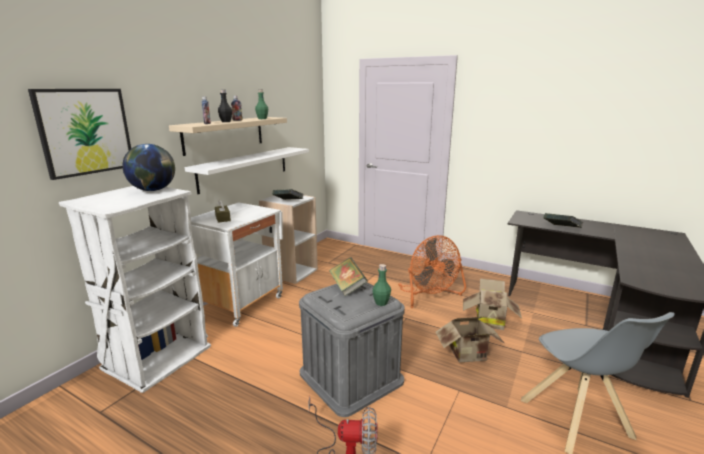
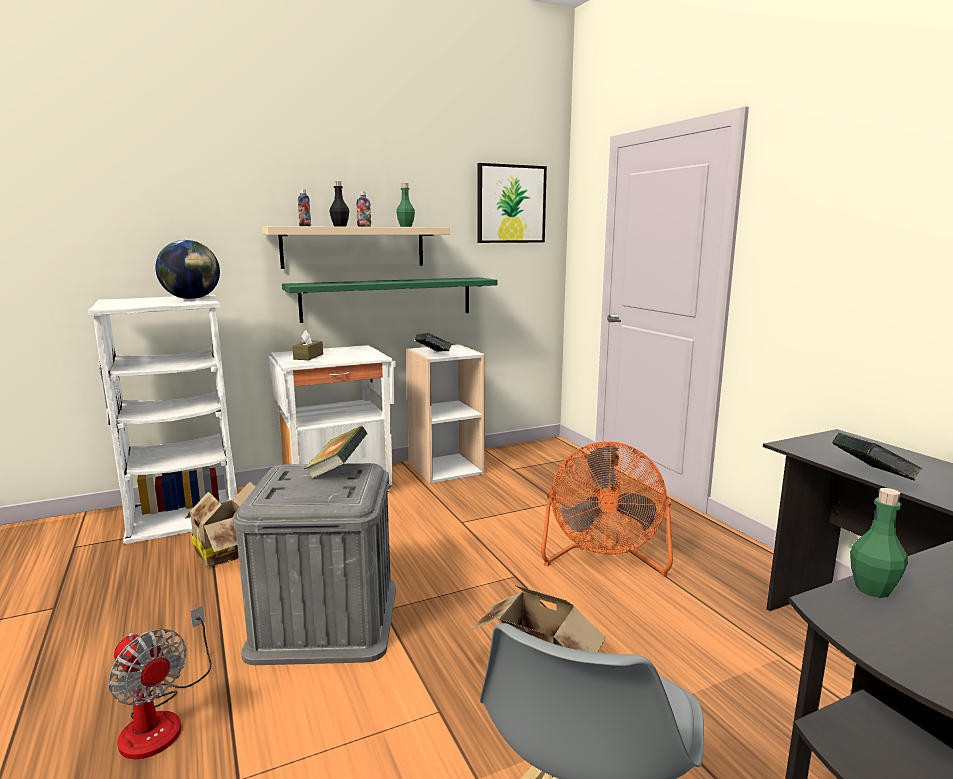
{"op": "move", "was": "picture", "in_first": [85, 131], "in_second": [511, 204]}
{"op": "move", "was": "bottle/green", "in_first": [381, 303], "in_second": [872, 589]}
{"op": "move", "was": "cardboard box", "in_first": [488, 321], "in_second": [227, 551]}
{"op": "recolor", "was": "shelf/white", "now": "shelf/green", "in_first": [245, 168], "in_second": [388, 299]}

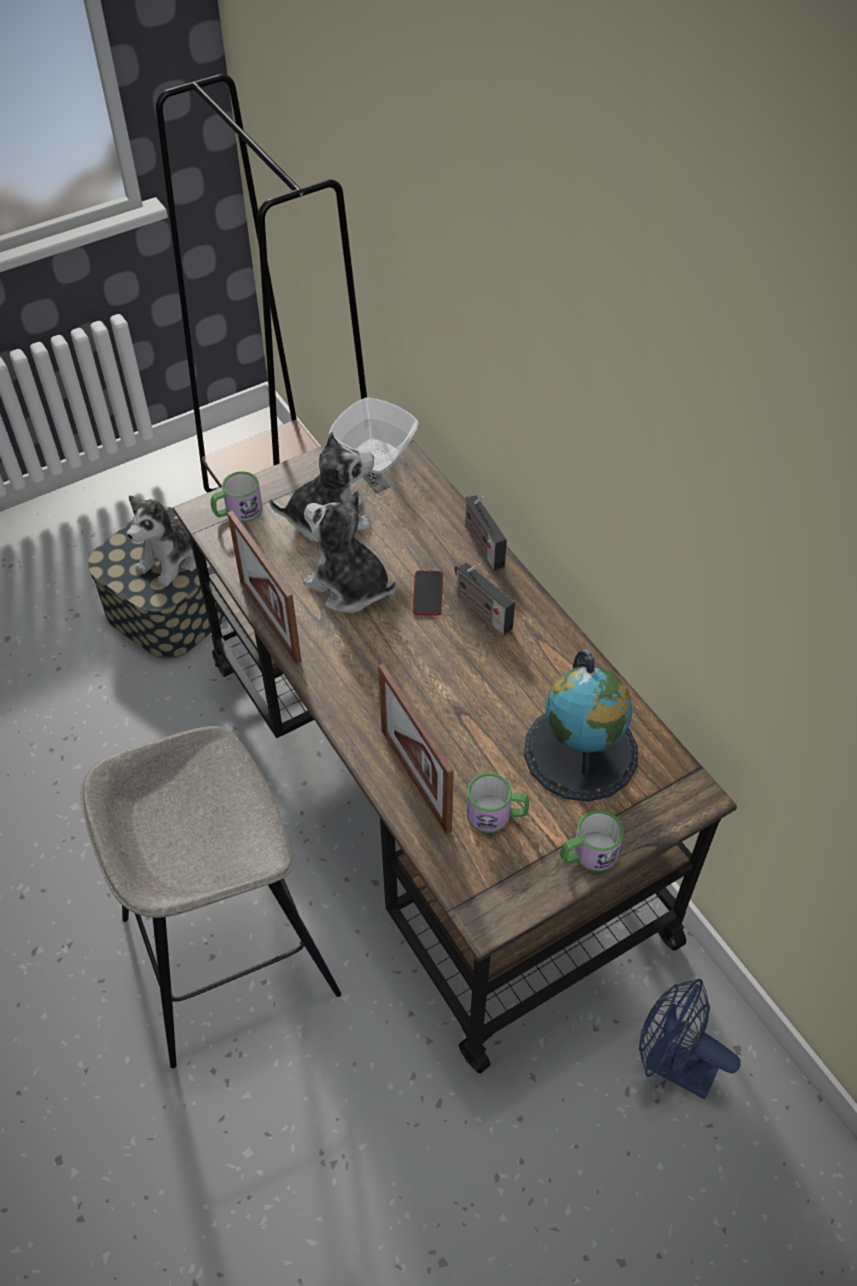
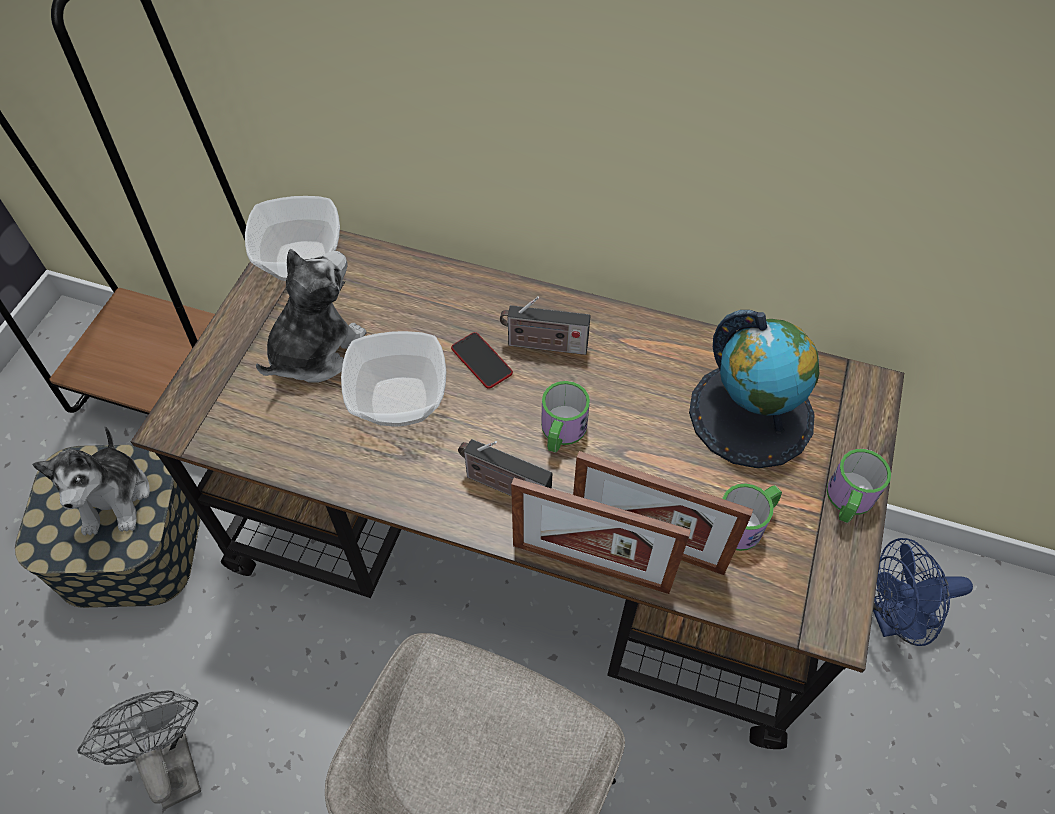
{"op": "insert", "now": "fan/grey", "in_second": [171, 761]}
{"op": "move", "was": "mug", "in_first": [238, 512], "in_second": [561, 432]}
{"op": "move", "was": "picture frame", "in_first": [270, 621], "in_second": [590, 566]}
{"op": "move", "was": "radio", "in_first": [482, 544], "in_second": [503, 486]}
{"op": "replace", "was": "plush toy", "now": "bowl", "in_first": [349, 586], "in_second": [401, 403]}

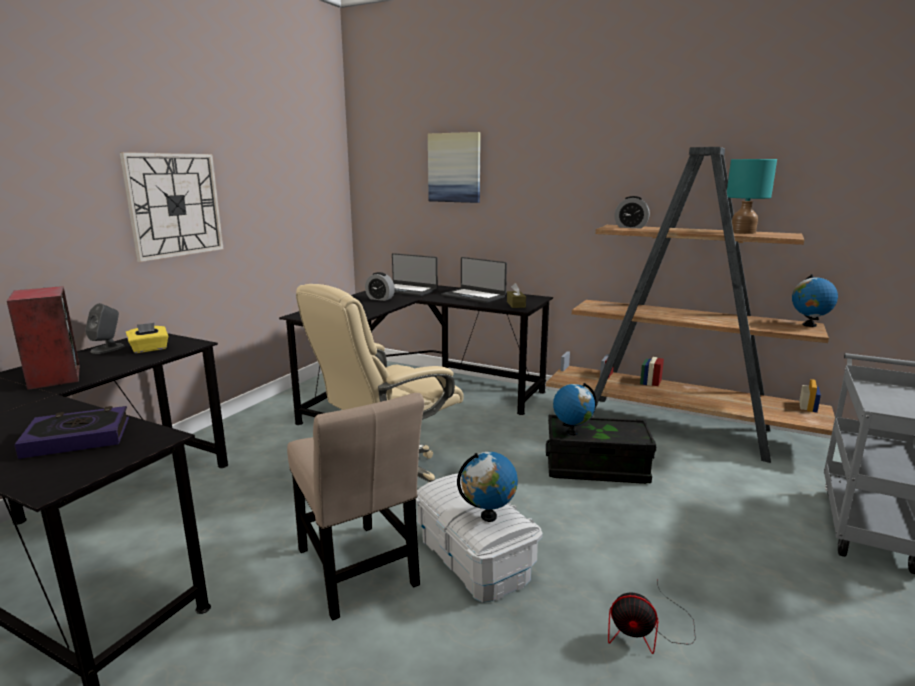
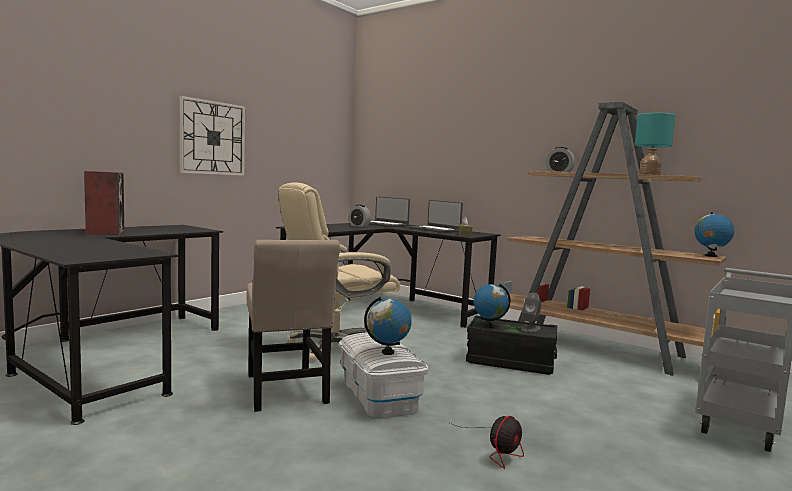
{"op": "delete", "was": "book", "in_first": [77, 438]}
{"op": "delete", "was": "tissue box/yellow", "in_first": [149, 349]}
{"op": "delete", "was": "picture", "in_first": [454, 168]}
{"op": "move", "was": "speaker/grey", "in_first": [108, 348], "in_second": [531, 329]}
{"op": "rotate", "was": "fan", "in_first": [647, 631], "in_second": [499, 449], "clockwise": -75}

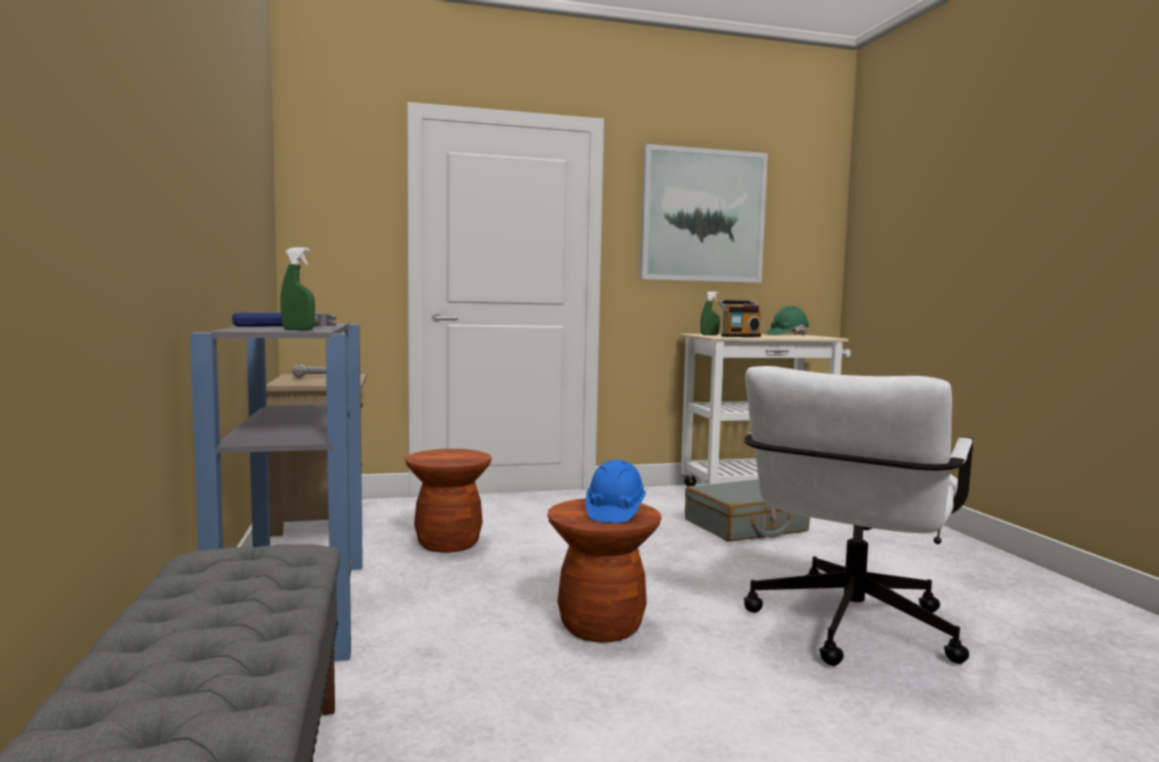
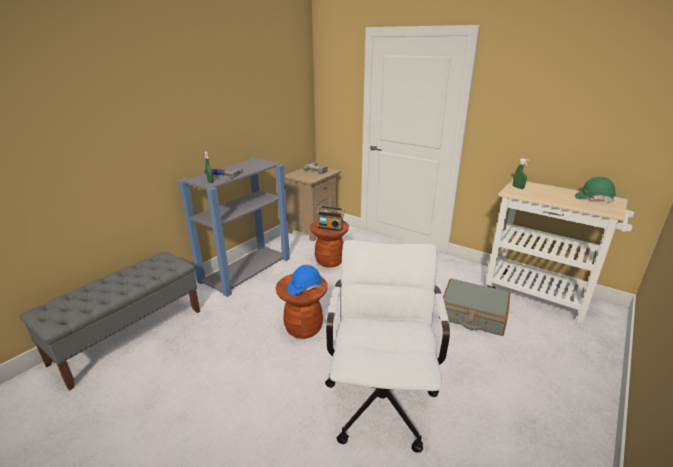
{"op": "delete", "was": "picture", "in_first": [703, 216]}
{"op": "move", "was": "radio", "in_first": [739, 336], "in_second": [330, 227]}
{"op": "rotate", "was": "office chair/white", "in_first": [847, 631], "in_second": [381, 395], "clockwise": 105}

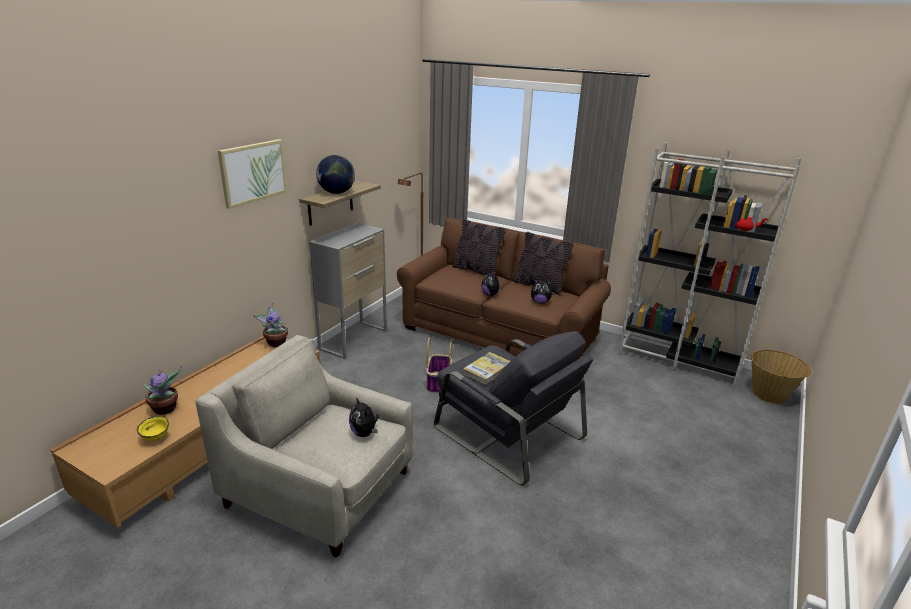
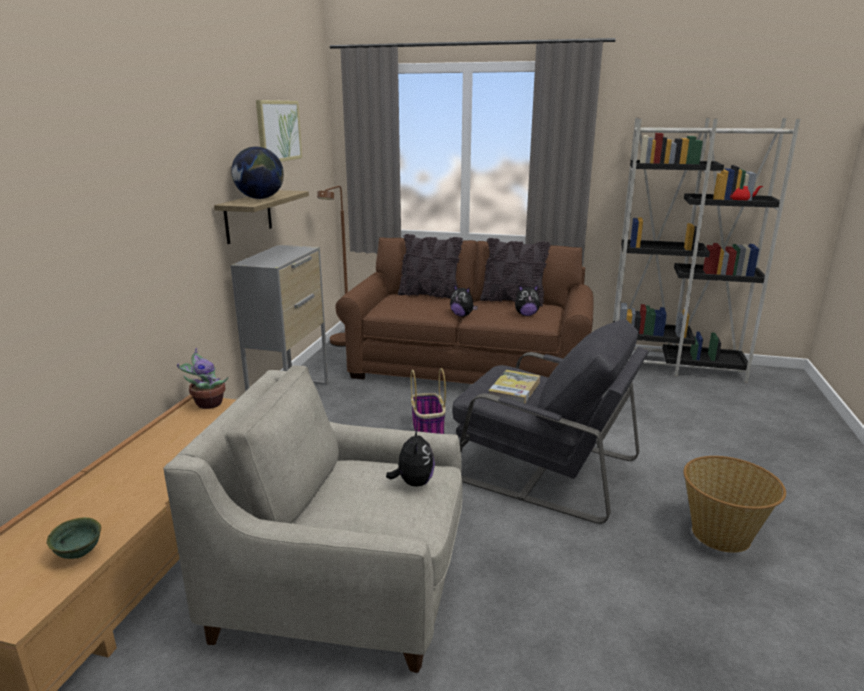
{"op": "delete", "was": "potted plant", "in_first": [165, 409]}
{"op": "move", "was": "picture", "in_first": [253, 172], "in_second": [278, 131]}
{"op": "move", "was": "basket", "in_first": [770, 394], "in_second": [722, 534]}
{"op": "recolor", "was": "bowl/yellow", "now": "bowl/green", "in_first": [156, 438], "in_second": [80, 553]}
{"op": "rotate", "was": "plush toy", "in_first": [364, 433], "in_second": [413, 483], "clockwise": -135}

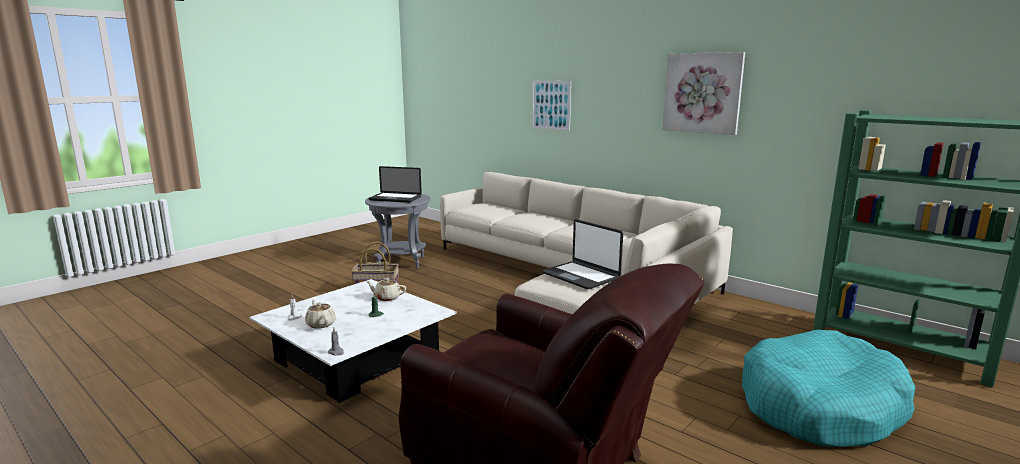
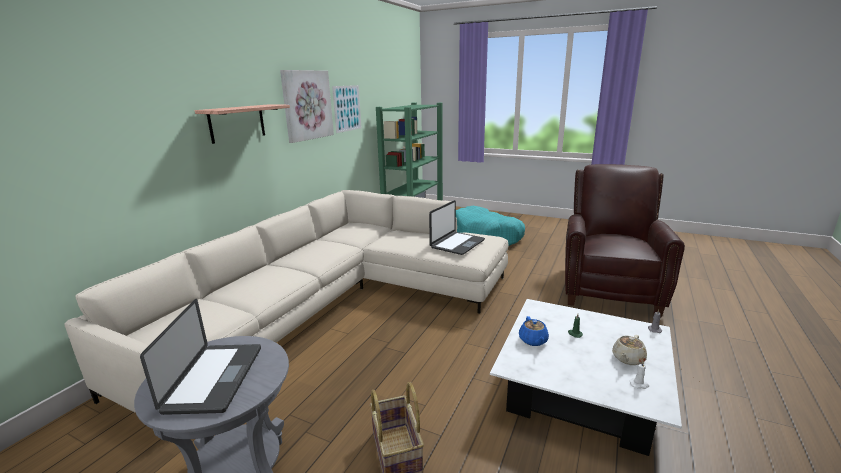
{"op": "insert", "now": "shelf", "in_second": [237, 123]}
{"op": "move", "was": "picture", "in_first": [551, 105], "in_second": [347, 108]}
{"op": "recolor", "was": "teapot/beige", "now": "teapot/blue", "in_first": [387, 298], "in_second": [533, 340]}

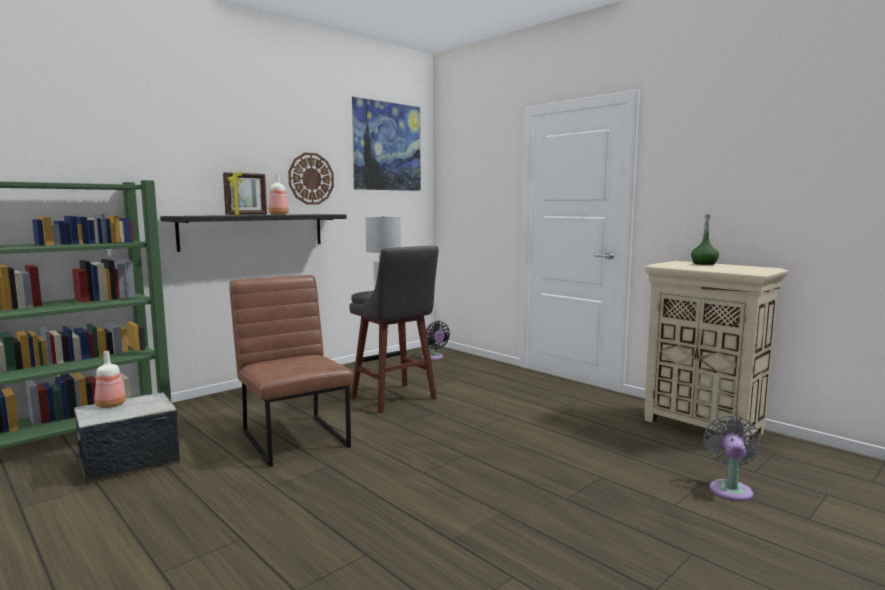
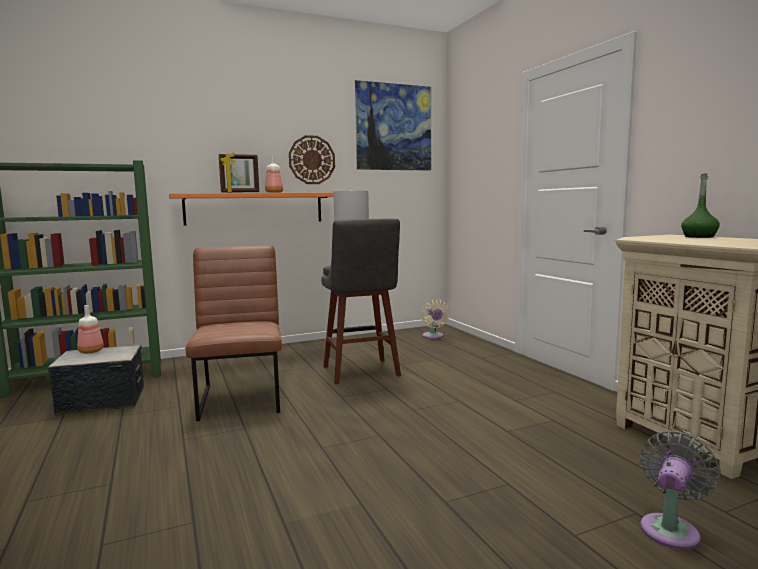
{"op": "recolor", "was": "shelf/black", "now": "shelf/orange", "in_first": [254, 231], "in_second": [255, 208]}
{"op": "recolor", "was": "fan/black", "now": "fan/beige", "in_first": [433, 358], "in_second": [433, 336]}

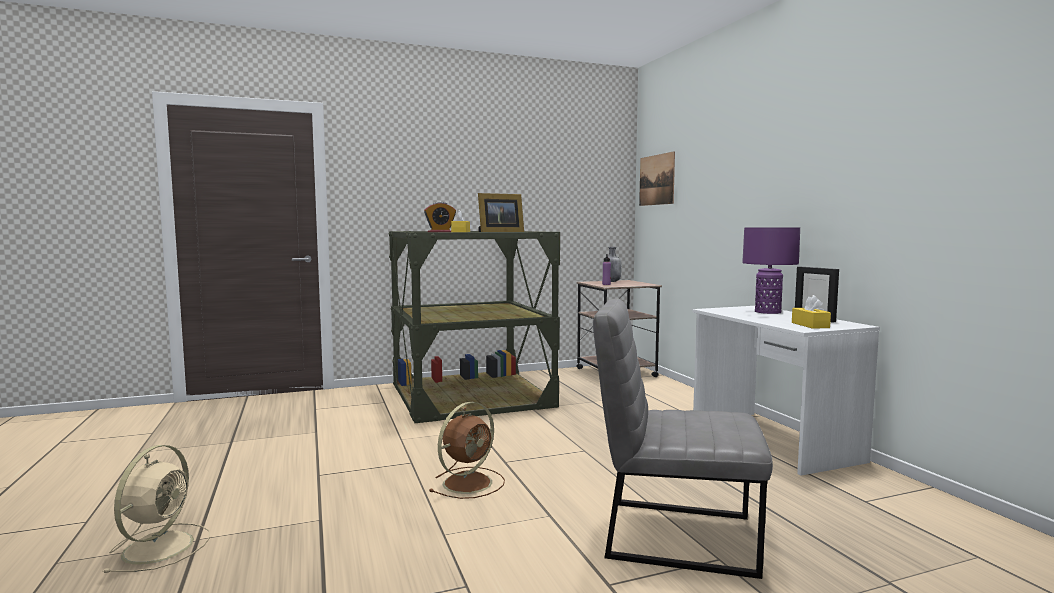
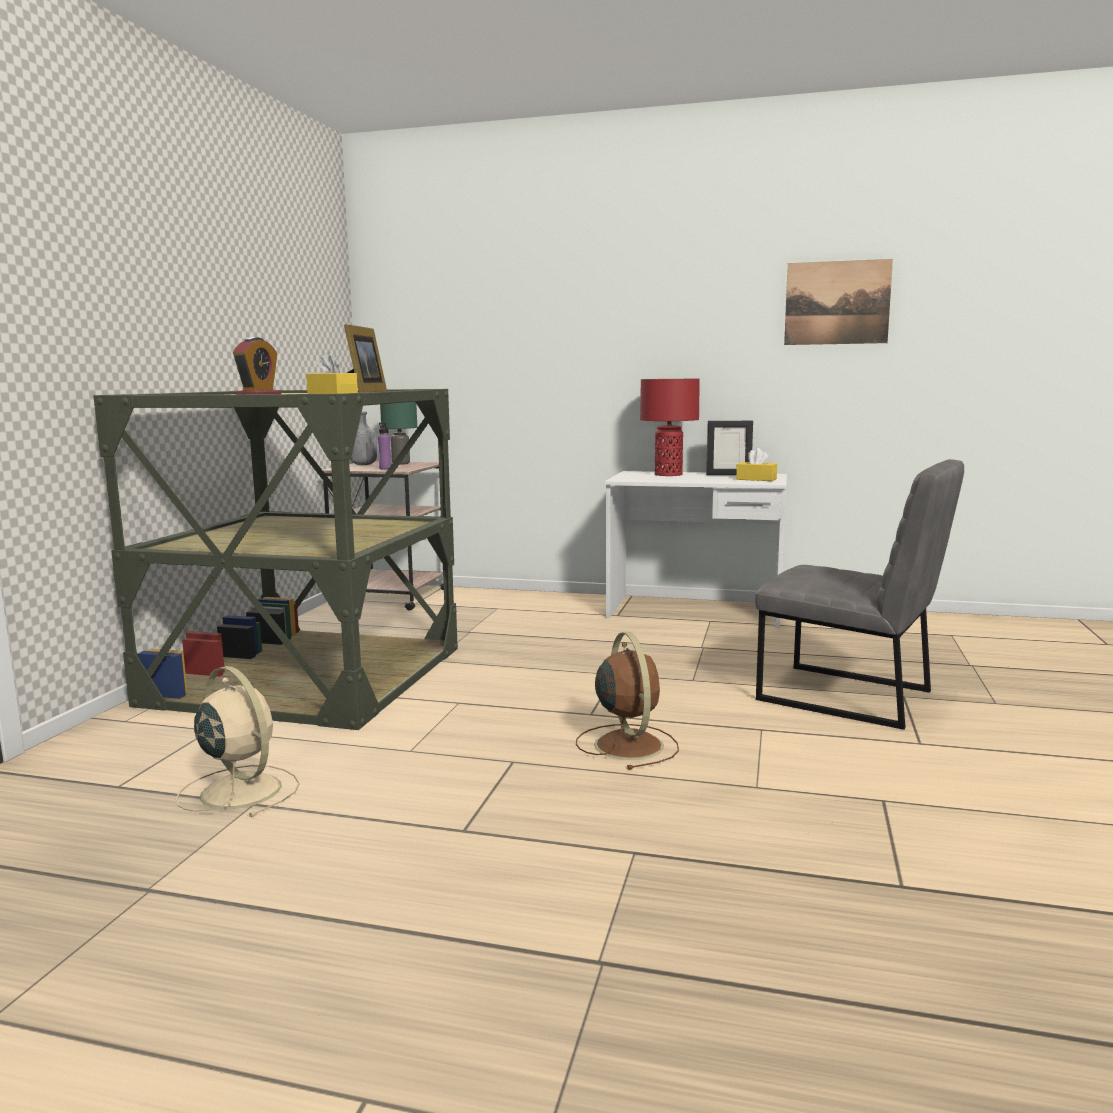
{"op": "insert", "now": "table lamp/green", "in_second": [401, 463]}
{"op": "move", "was": "fan/beige", "in_first": [160, 546], "in_second": [239, 790]}
{"op": "move", "was": "picture", "in_first": [656, 180], "in_second": [837, 303]}
{"op": "recolor", "was": "table lamp/purple", "now": "table lamp/red", "in_first": [767, 312], "in_second": [668, 474]}
{"op": "rotate", "was": "chair/grey", "in_first": [674, 535], "in_second": [849, 697], "clockwise": -105}

